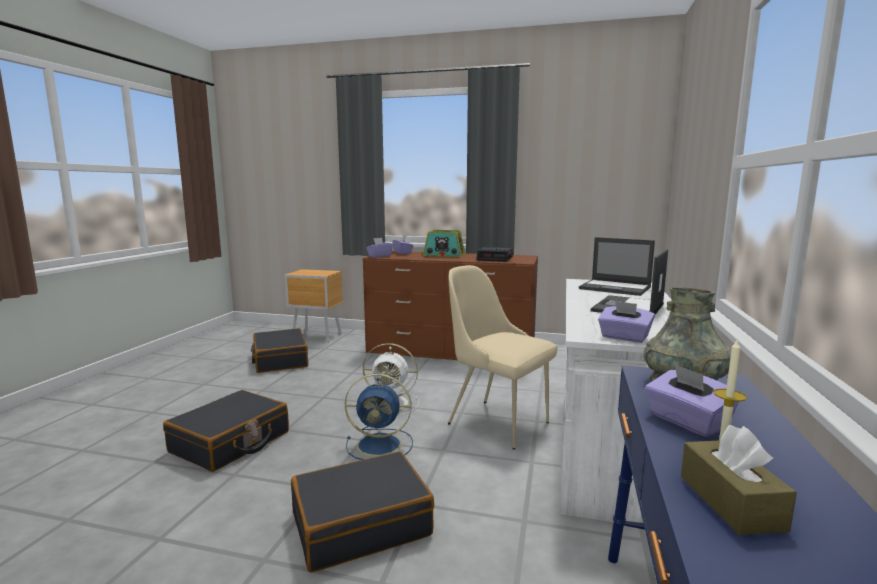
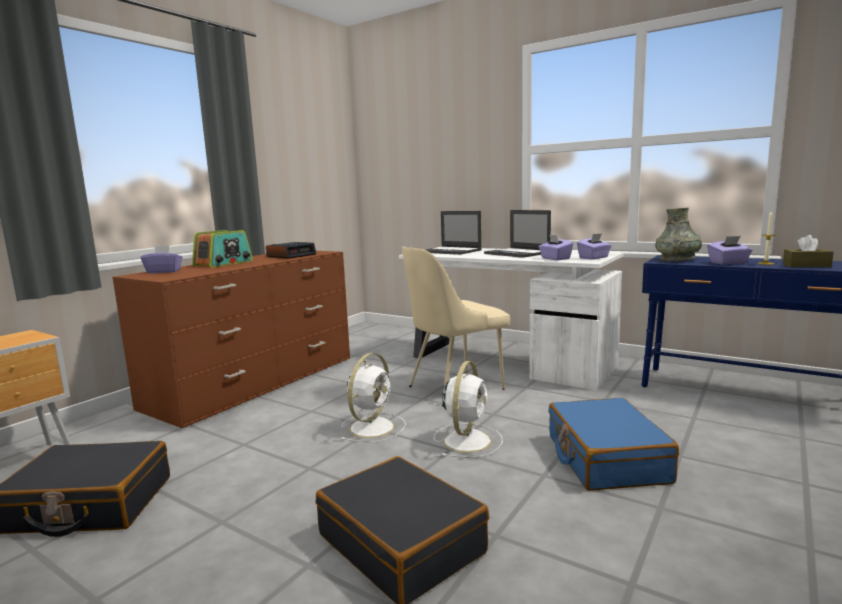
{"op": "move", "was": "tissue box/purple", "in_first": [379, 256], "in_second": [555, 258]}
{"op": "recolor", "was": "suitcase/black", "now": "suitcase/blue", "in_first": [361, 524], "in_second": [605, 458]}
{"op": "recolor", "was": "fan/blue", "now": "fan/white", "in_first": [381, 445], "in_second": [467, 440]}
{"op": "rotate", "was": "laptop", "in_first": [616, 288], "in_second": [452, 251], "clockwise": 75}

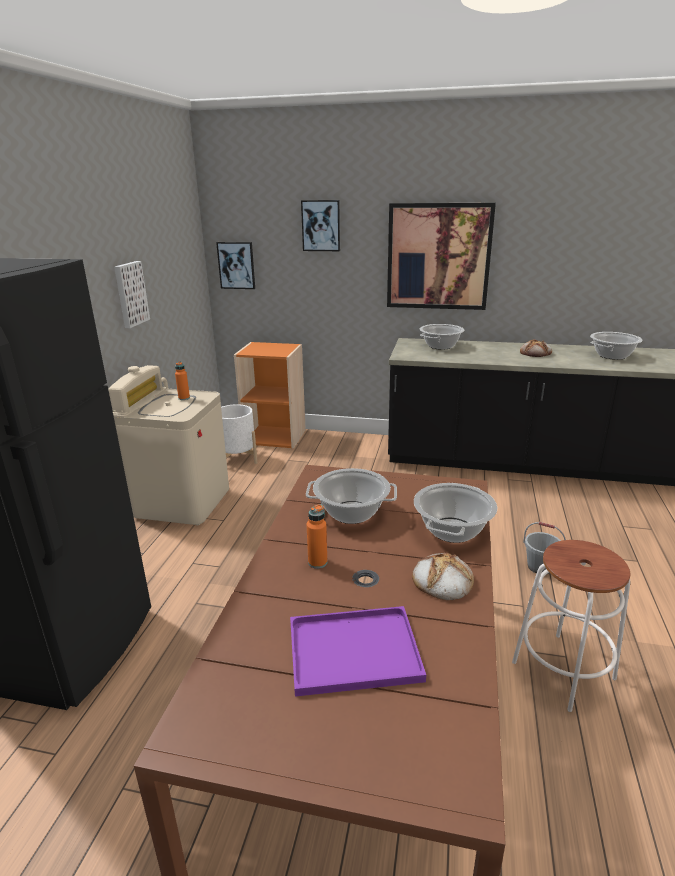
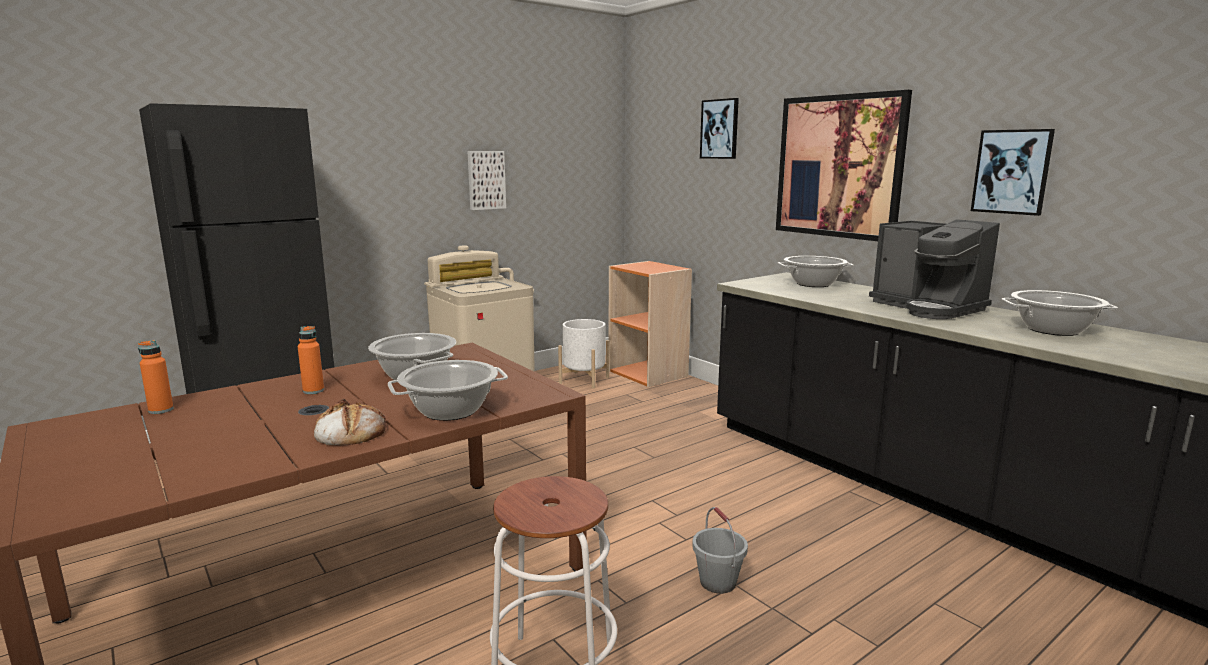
{"op": "delete", "was": "tray/purple", "in_first": [351, 652]}
{"op": "move", "was": "bottle/orange", "in_first": [184, 398], "in_second": [161, 410]}
{"op": "move", "was": "picture", "in_first": [236, 265], "in_second": [1012, 172]}
{"op": "replace", "was": "bread", "now": "coffee machine", "in_first": [535, 353], "in_second": [928, 308]}

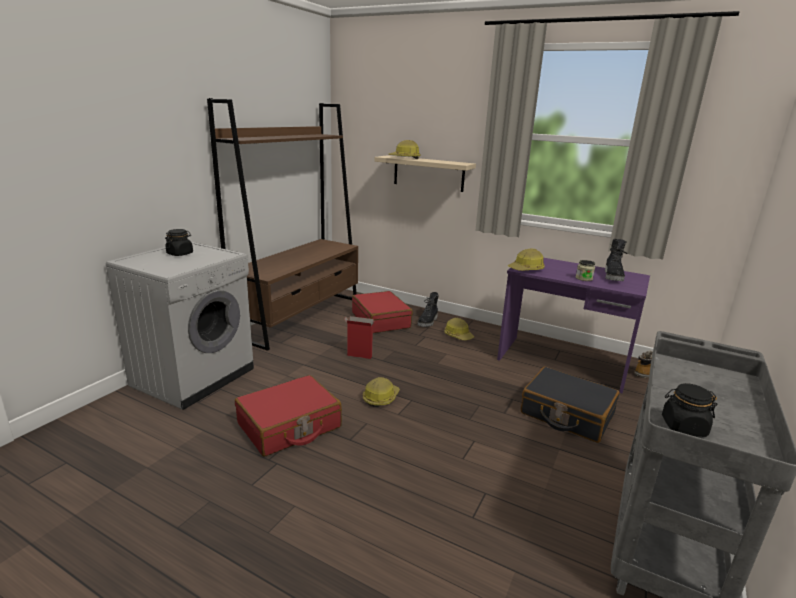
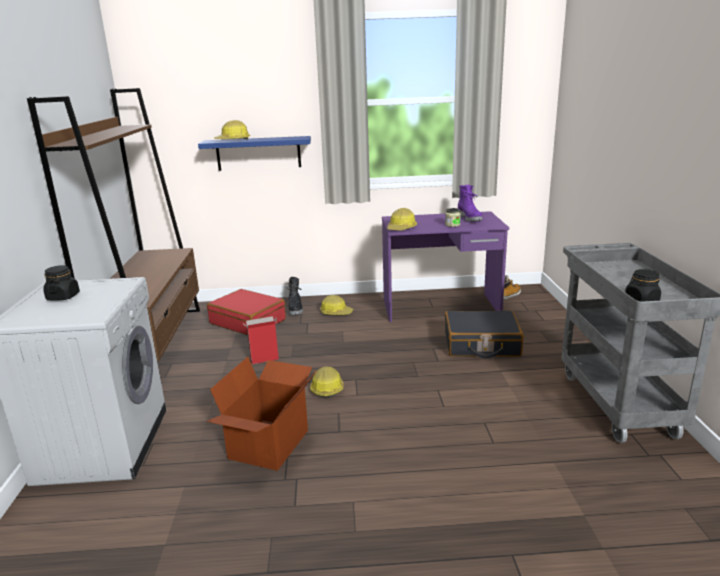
{"op": "replace", "was": "suitcase/red", "now": "cardboard box", "in_first": [289, 426], "in_second": [270, 444]}
{"op": "recolor", "was": "shelf/beige", "now": "shelf/blue", "in_first": [428, 173], "in_second": [258, 153]}
{"op": "recolor", "was": "boot/black", "now": "boot/purple", "in_first": [613, 277], "in_second": [470, 218]}

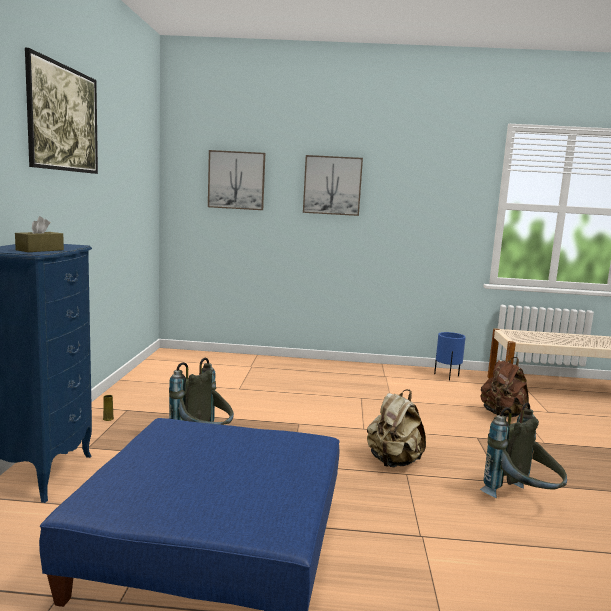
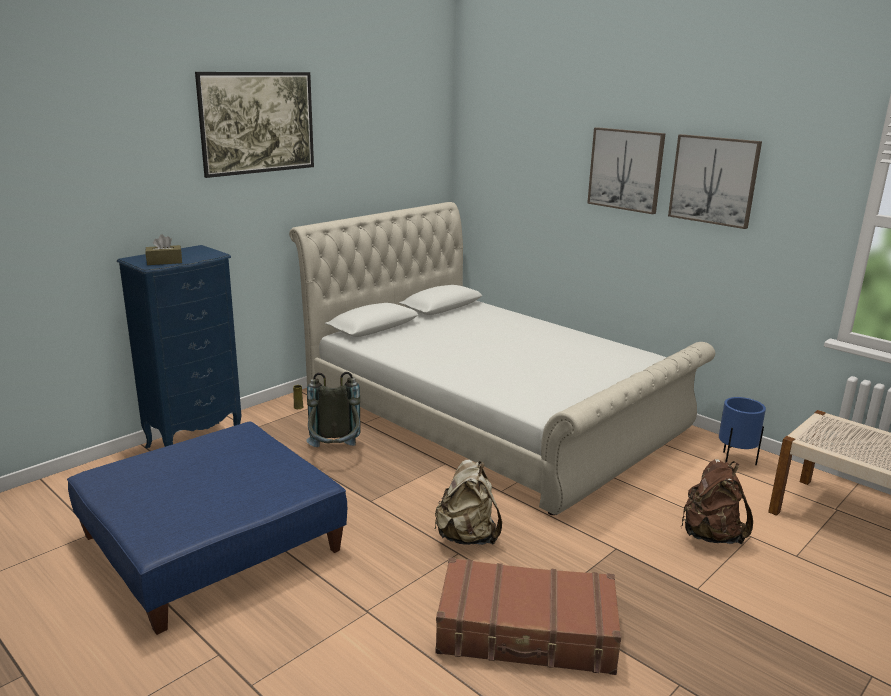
{"op": "insert", "now": "bed/beige", "in_second": [490, 412]}
{"op": "move", "was": "picture", "in_first": [236, 180], "in_second": [714, 180]}
{"op": "replace", "was": "backpack/grey", "now": "suitcase/brown", "in_first": [523, 501], "in_second": [527, 633]}

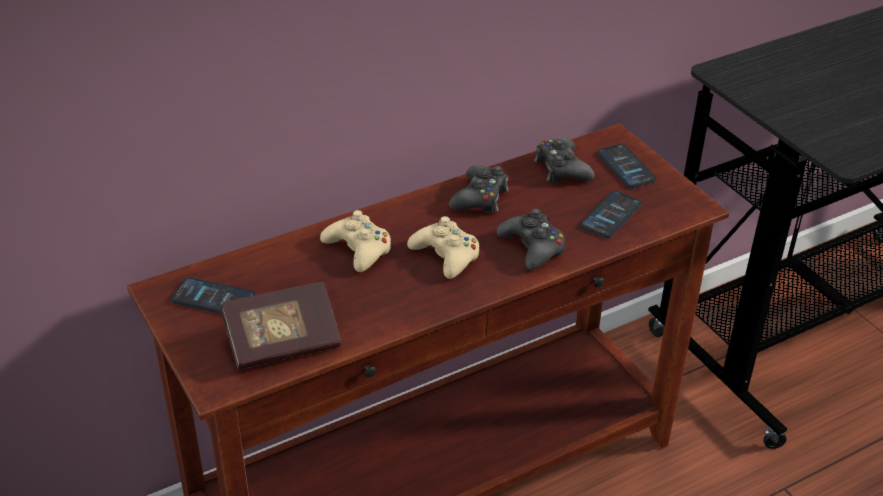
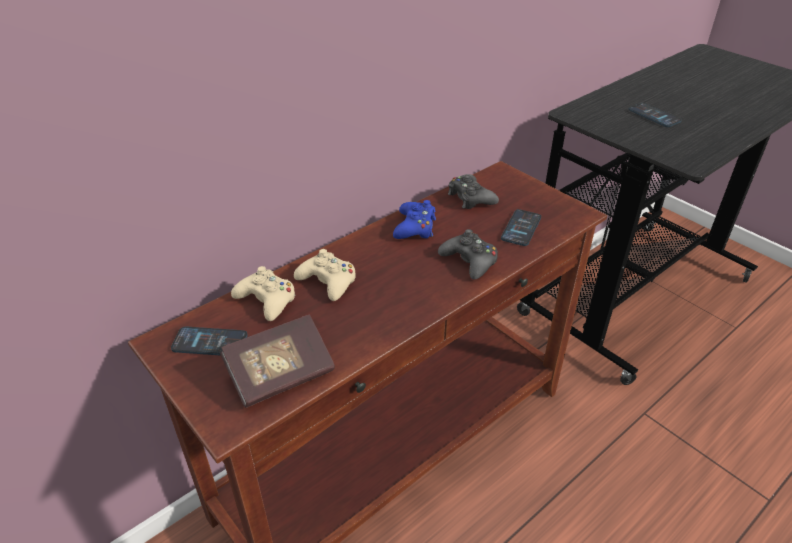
{"op": "move", "was": "game controller/beige", "in_first": [446, 256], "in_second": [267, 300]}
{"op": "move", "was": "phone", "in_first": [626, 167], "in_second": [654, 116]}
{"op": "recolor", "was": "game controller/black", "now": "game controller/blue", "in_first": [480, 197], "in_second": [415, 227]}

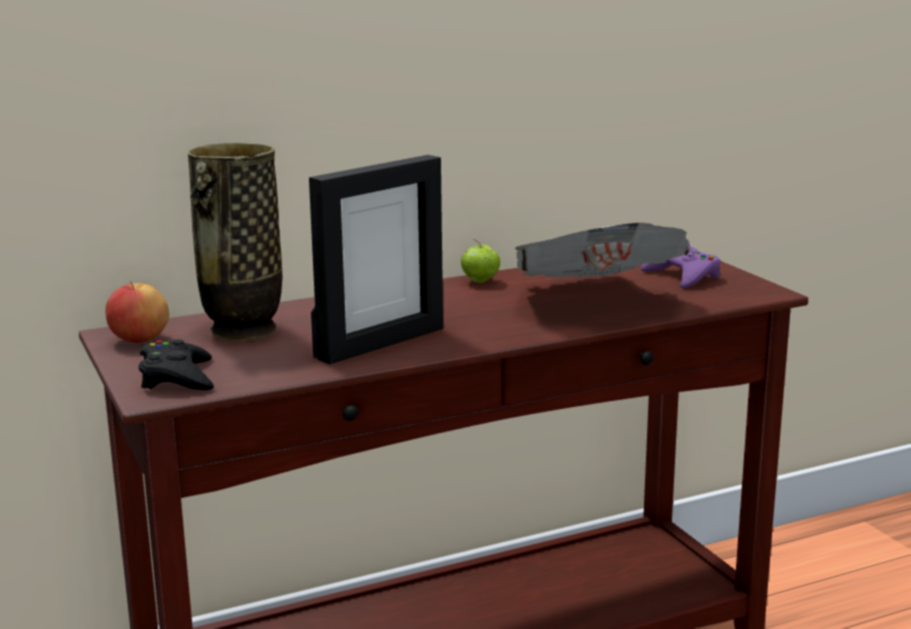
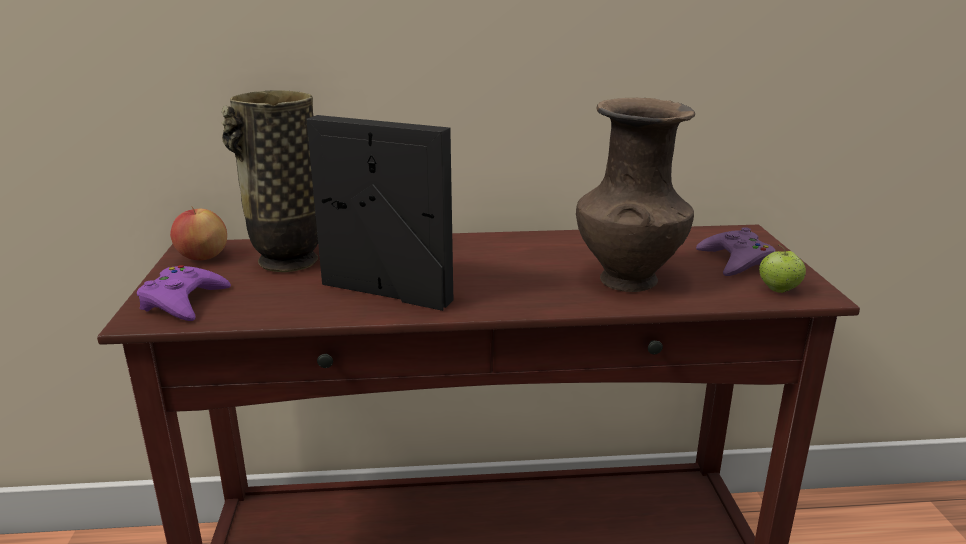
{"op": "move", "was": "apple", "in_first": [480, 281], "in_second": [778, 290]}
{"op": "replace", "was": "newspaper", "now": "vase/brown", "in_first": [599, 301], "in_second": [627, 279]}
{"op": "recolor", "was": "game controller/black", "now": "game controller/purple", "in_first": [177, 377], "in_second": [183, 302]}
{"op": "rotate", "was": "picture frame", "in_first": [380, 342], "in_second": [384, 293], "clockwise": -135}

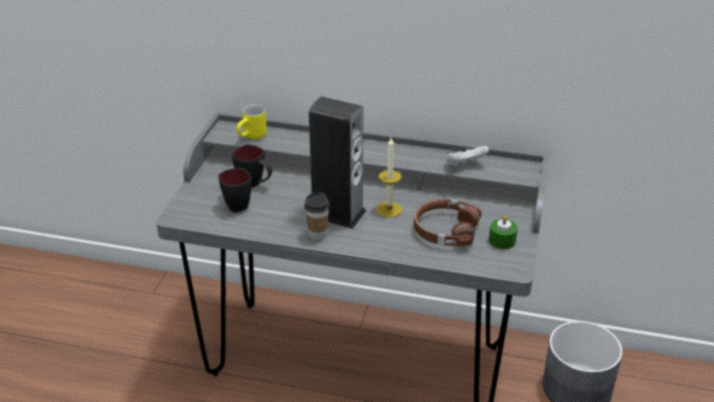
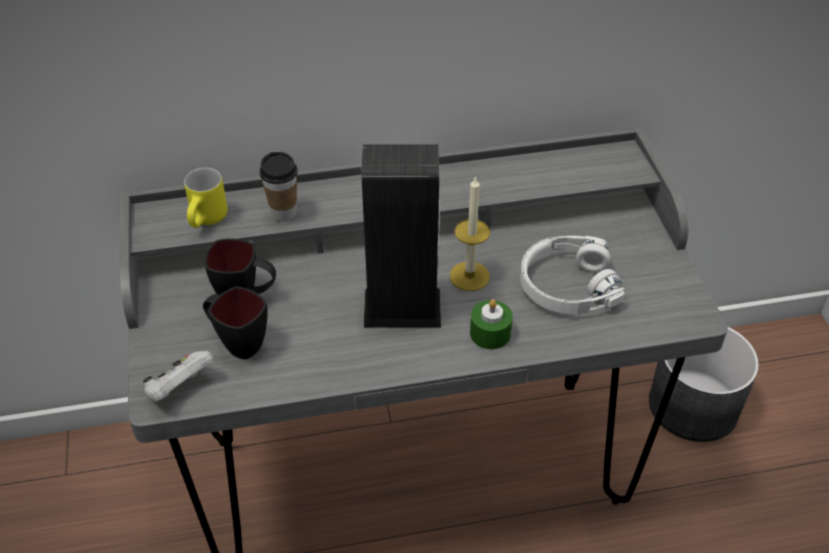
{"op": "move", "was": "cup", "in_first": [317, 235], "in_second": [283, 213]}
{"op": "move", "was": "game controller/white", "in_first": [464, 165], "in_second": [179, 389]}
{"op": "move", "was": "candle/green", "in_first": [502, 240], "in_second": [490, 333]}
{"op": "recolor", "was": "headphones/brown", "now": "headphones/white", "in_first": [445, 230], "in_second": [566, 285]}

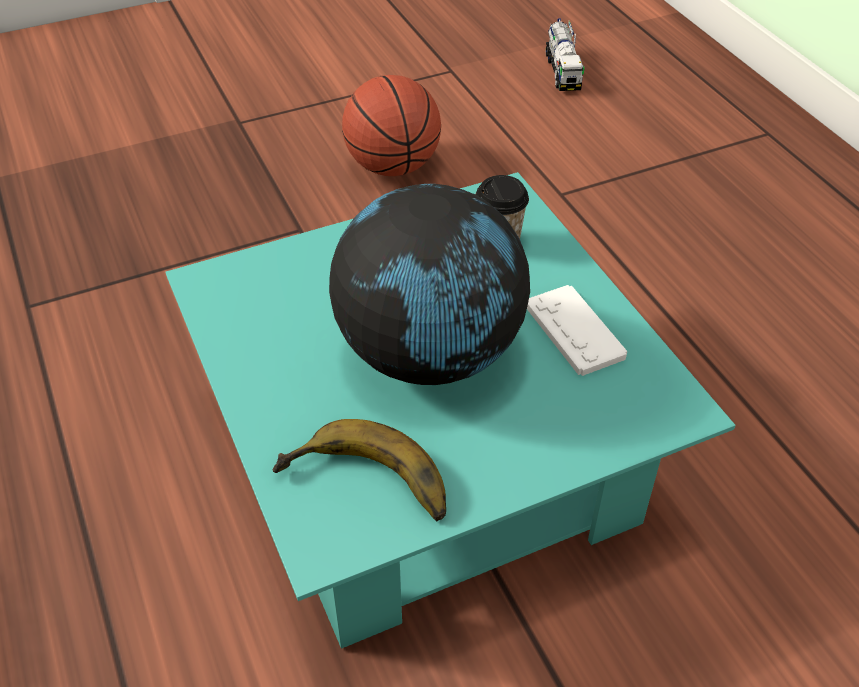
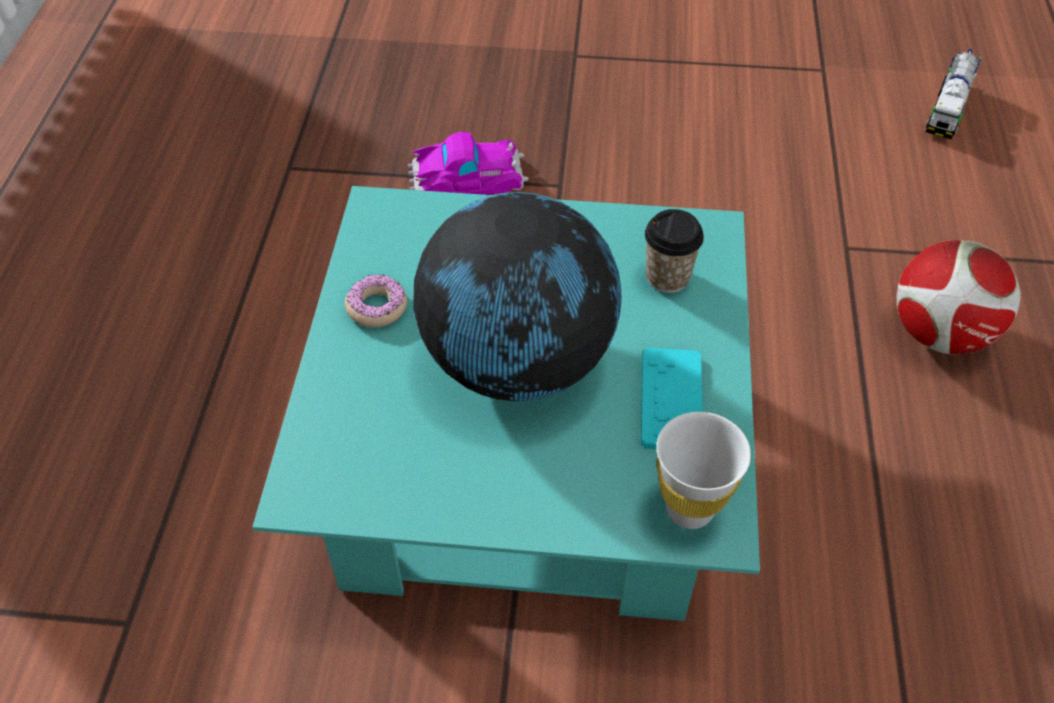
{"op": "delete", "was": "banana", "in_first": [365, 489]}
{"op": "delete", "was": "basketball", "in_first": [393, 166]}
{"op": "insert", "now": "donut", "in_second": [377, 307]}
{"op": "insert", "now": "toy car", "in_second": [468, 176]}
{"op": "insert", "now": "cup/white", "in_second": [689, 509]}
{"op": "insert", "now": "football", "in_second": [938, 334]}
{"op": "recolor", "was": "game controller/white", "now": "game controller/turquoise", "in_first": [574, 331], "in_second": [671, 400]}

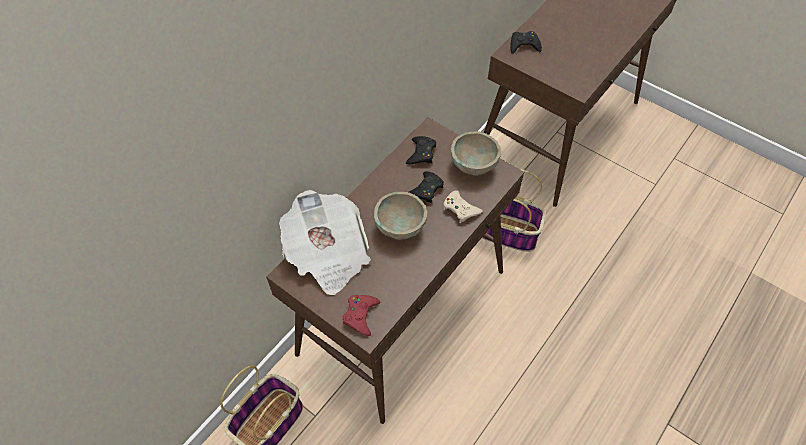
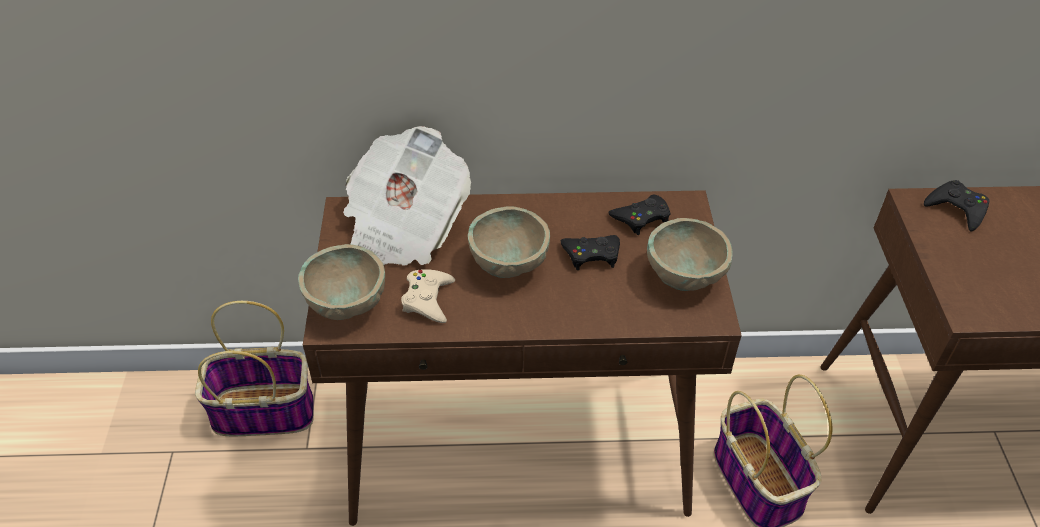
{"op": "move", "was": "game controller/beige", "in_first": [460, 209], "in_second": [428, 299]}
{"op": "replace", "was": "game controller/red", "now": "bowl/beige", "in_first": [360, 315], "in_second": [348, 304]}

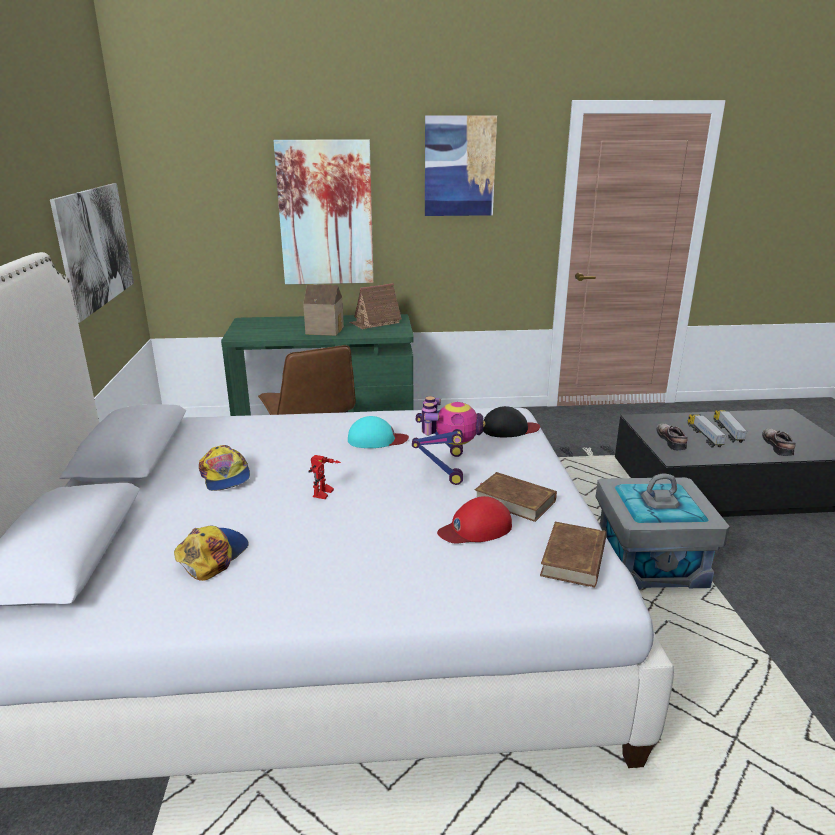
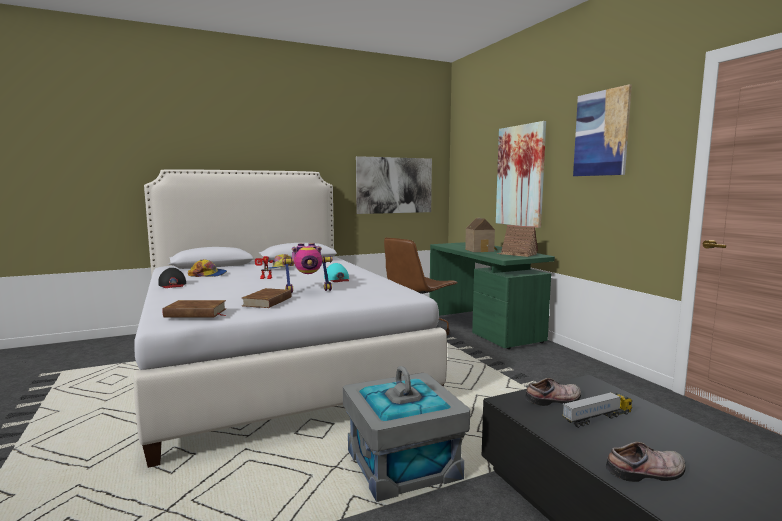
{"op": "delete", "was": "cap/red", "in_first": [475, 528]}
{"op": "delete", "was": "toy truck", "in_first": [727, 432]}
{"op": "move", "was": "cap/black", "in_first": [509, 429], "in_second": [172, 284]}

